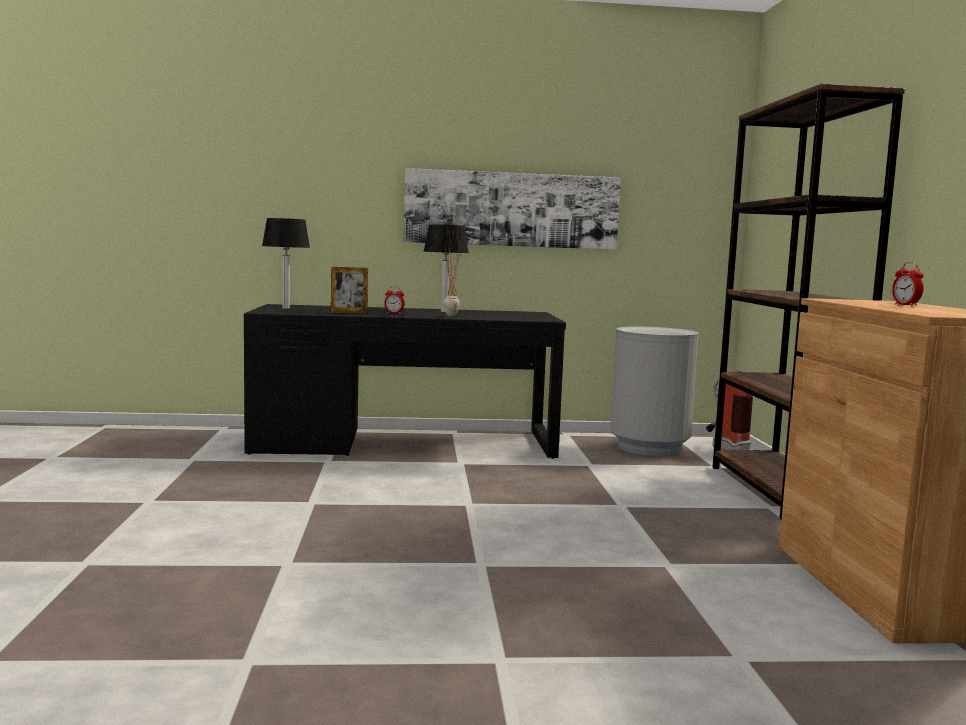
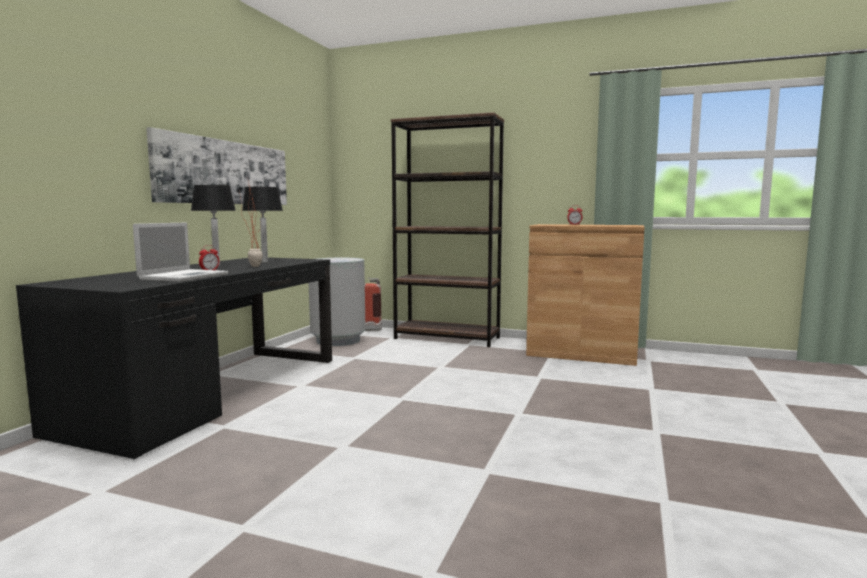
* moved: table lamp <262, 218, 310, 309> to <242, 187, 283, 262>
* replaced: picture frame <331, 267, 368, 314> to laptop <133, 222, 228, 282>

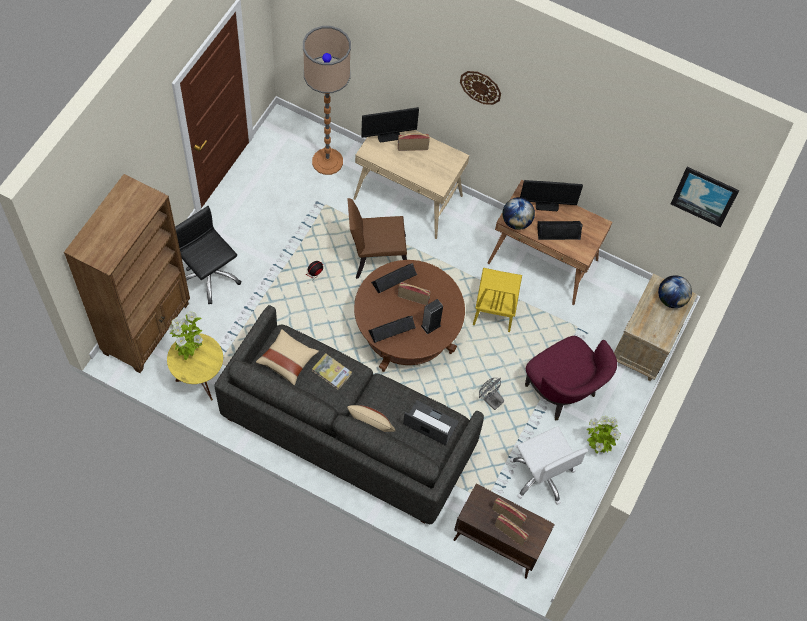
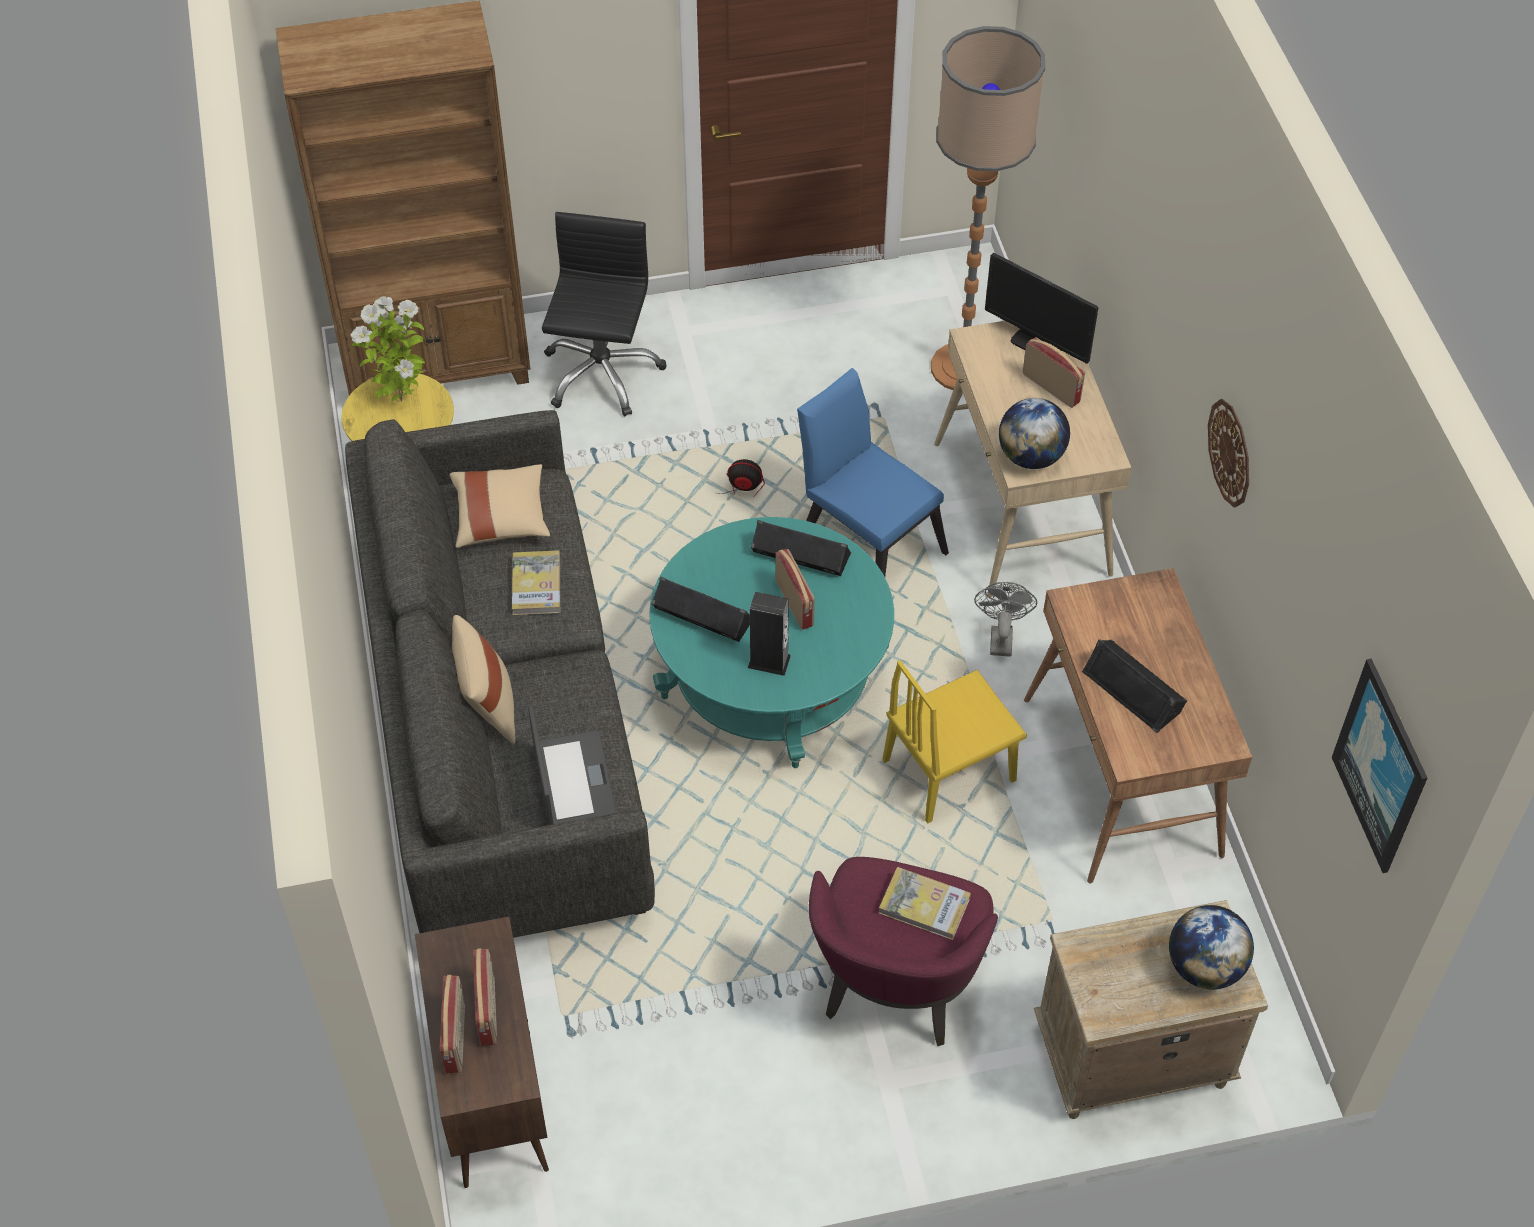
* moved: wall clock <460, 71, 501, 105> to <1208, 399, 1249, 508>
* removed: monitor <520, 180, 583, 211>
* moved: globe <502, 197, 535, 230> to <999, 398, 1070, 469>
* recoloured: brown chair <347, 198, 407, 279> to blue chair <797, 368, 949, 577>
* recoloured: brown coffee table <354, 260, 465, 372> to turquoise coffee table <649, 517, 894, 768>
* moved: grey fan <479, 378, 504, 410> to <974, 582, 1037, 657>
* removed: potted plant <586, 416, 621, 454>
* removed: white office chair <510, 426, 588, 505>
* added: book <879, 867, 971, 940>

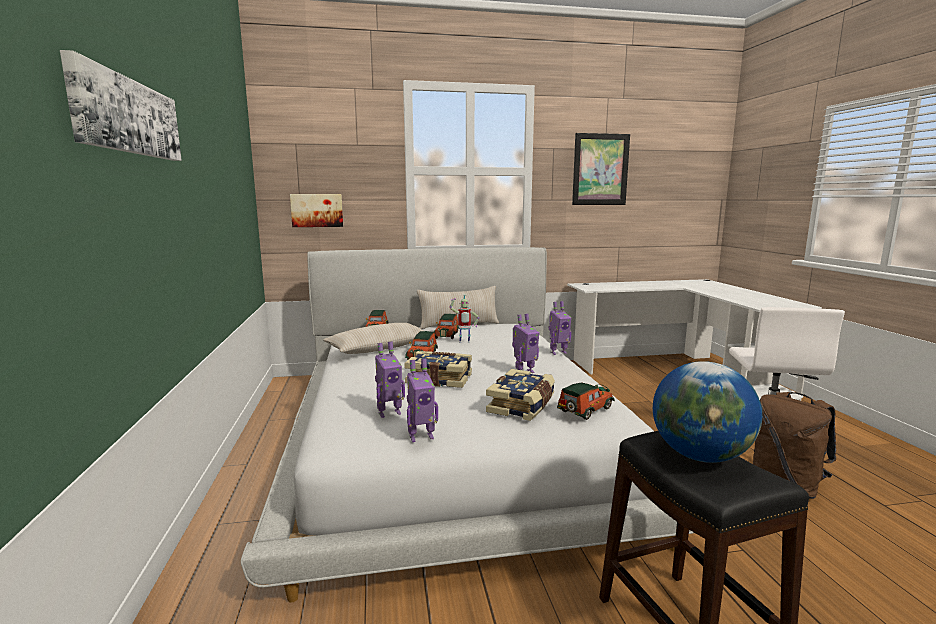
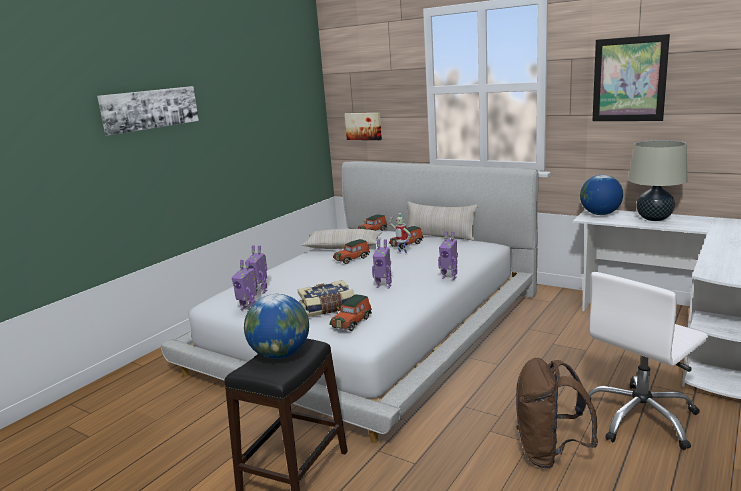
* removed: book <404, 351, 472, 388>
* turned: toy car <557, 382, 615, 420> = <329, 294, 372, 331> 120 degrees clockwise
* added: beige table lamp <628, 140, 688, 221>
* added: globe <580, 175, 623, 215>

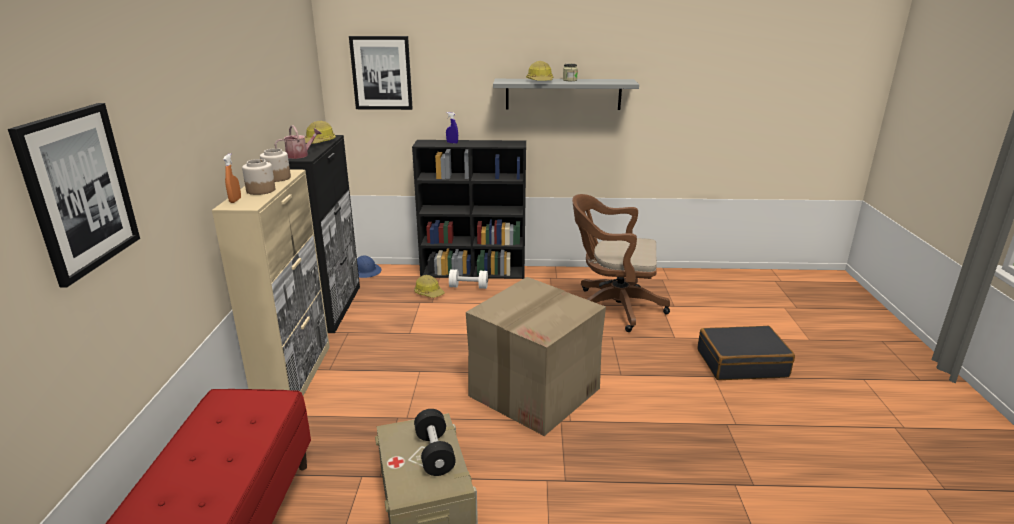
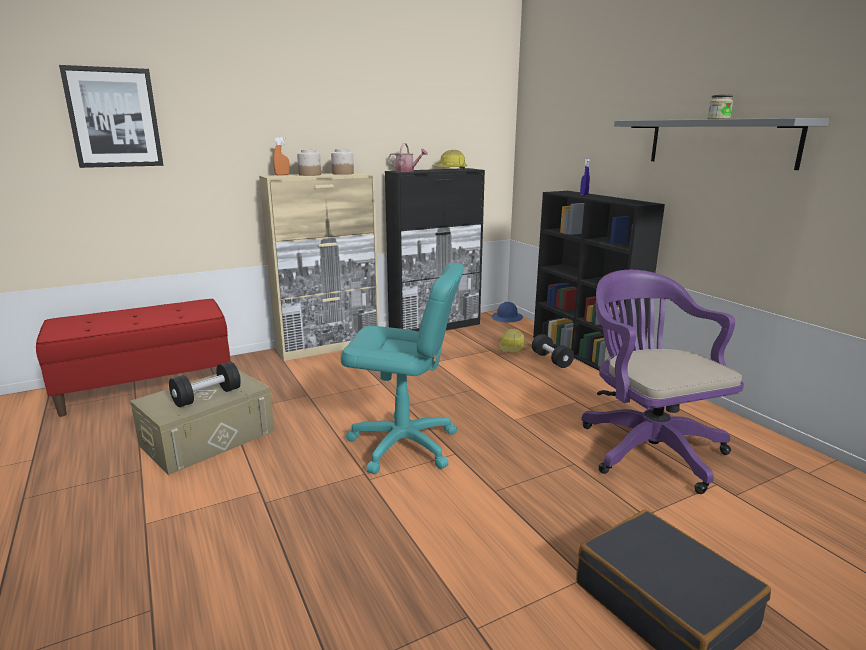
* removed: picture <349, 36, 413, 110>
* removed: hard hat <526, 61, 553, 81>
* recoloured: brown office chair <572, 194, 670, 332> to purple office chair <581, 270, 744, 494>
* recoloured: white dumbbell <449, 269, 488, 289> to black dumbbell <532, 334, 574, 368>
* replaced: cardboard box <466, 277, 606, 436> to turquoise office chair <341, 263, 464, 474>

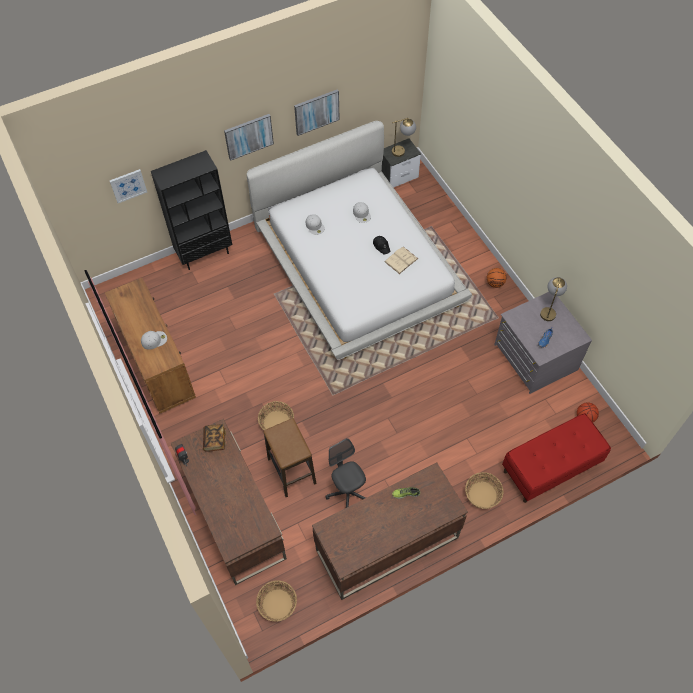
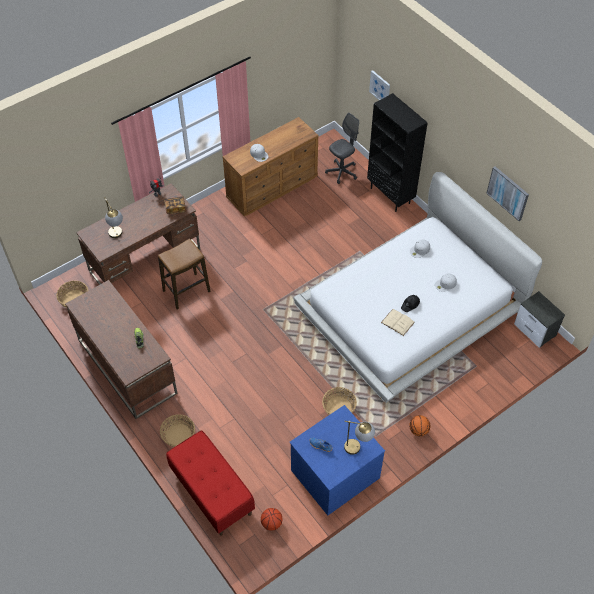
* removed: picture <224, 114, 274, 161>
* moved: table lamp <392, 118, 416, 157> to <104, 197, 123, 238>
* recoloured: grey dresser <494, 292, 592, 394> to blue dresser <289, 405, 385, 515>
* moved: basket <258, 401, 294, 430> to <322, 387, 357, 415>
* moved: grey office chair <325, 438, 367, 508> to <325, 113, 359, 184>

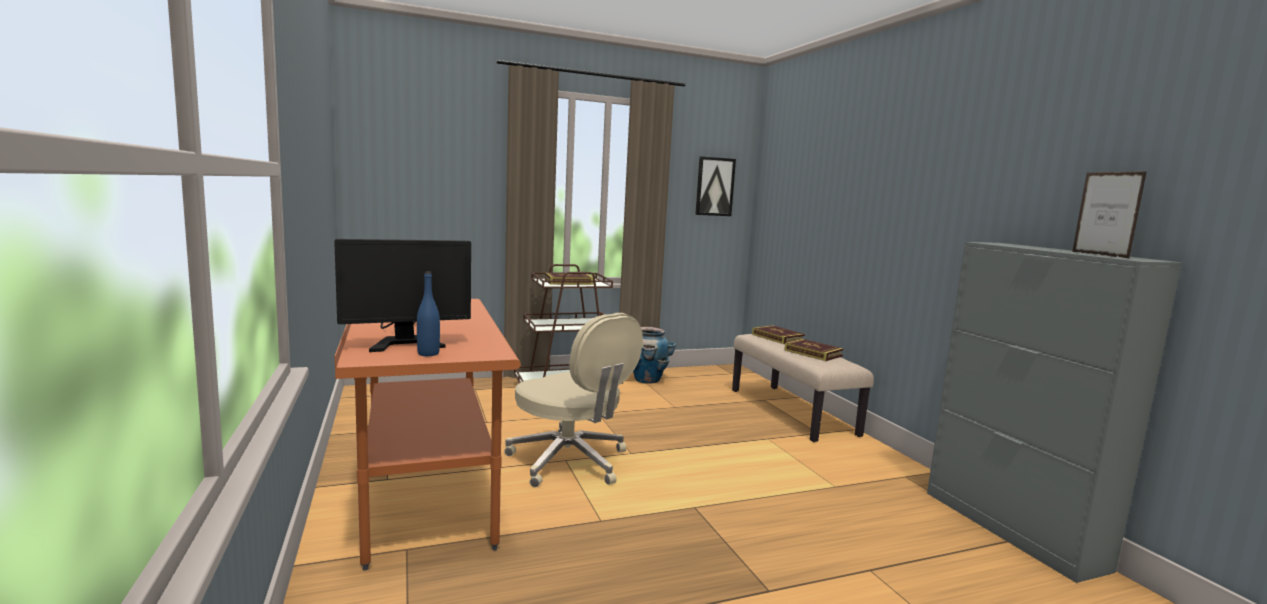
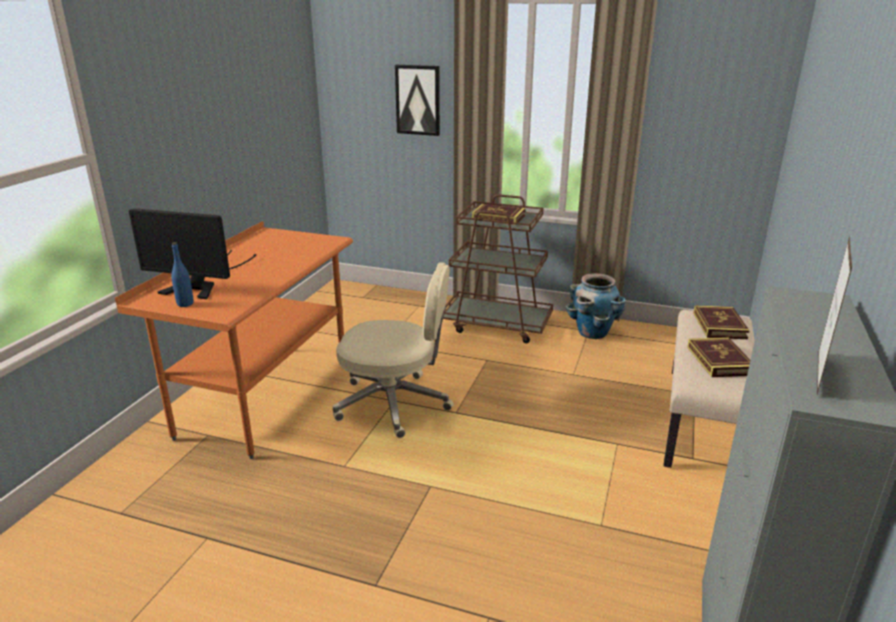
* moved: picture <695, 156, 736, 216> to <395, 65, 440, 136>
* turned: beige office chair <504, 313, 643, 488> = <333, 262, 454, 438> 75 degrees counterclockwise

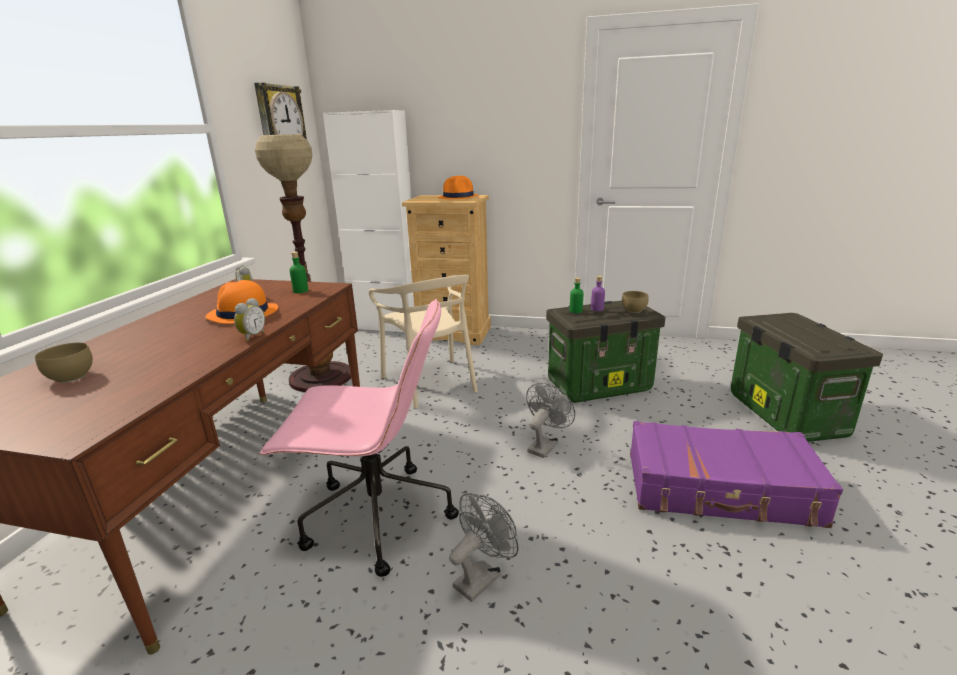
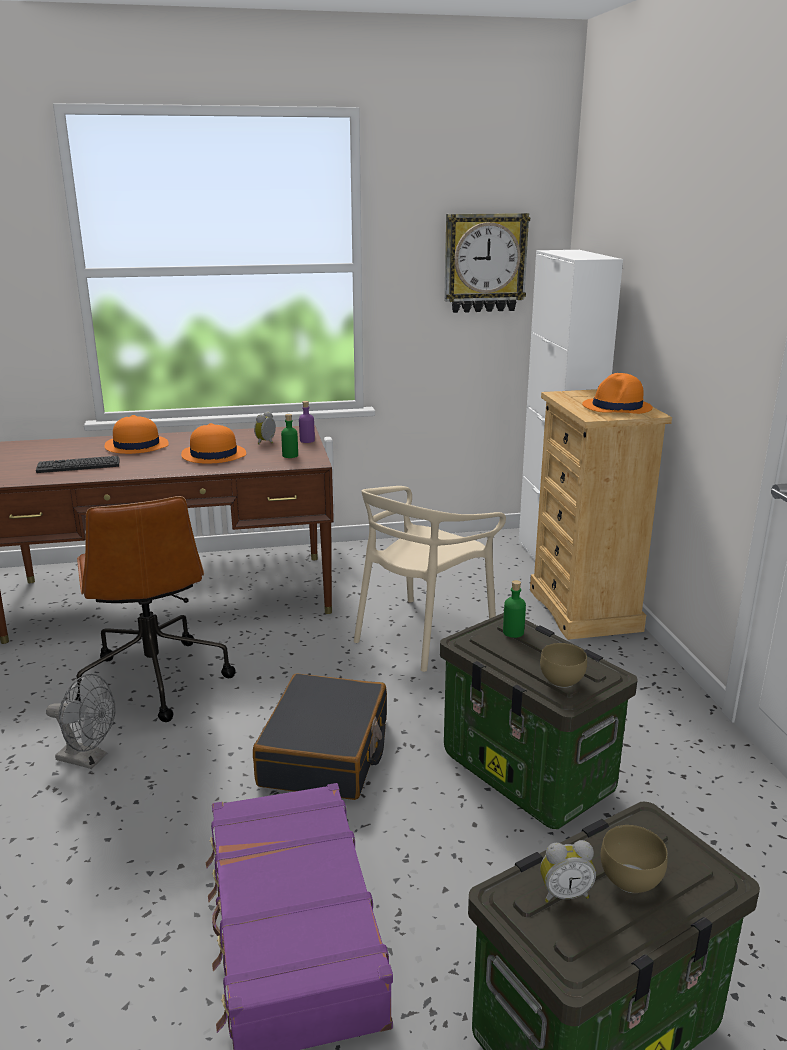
* removed: floor lamp <255, 134, 351, 392>
* moved: purple bottle <591, 276, 605, 311> to <299, 401, 315, 443>
* moved: alarm clock <234, 298, 265, 341> to <540, 840, 596, 903>
* recoloured: pink office chair <259, 299, 459, 577> to brown office chair <76, 496, 236, 722>
* moved: brown bowl <35, 343, 93, 383> to <601, 825, 668, 893>
* replaced: grey fan <526, 383, 575, 458> to black suitcase <253, 673, 387, 800>
* added: orange hat <104, 415, 169, 454>
* added: keyboard <36, 456, 120, 473>

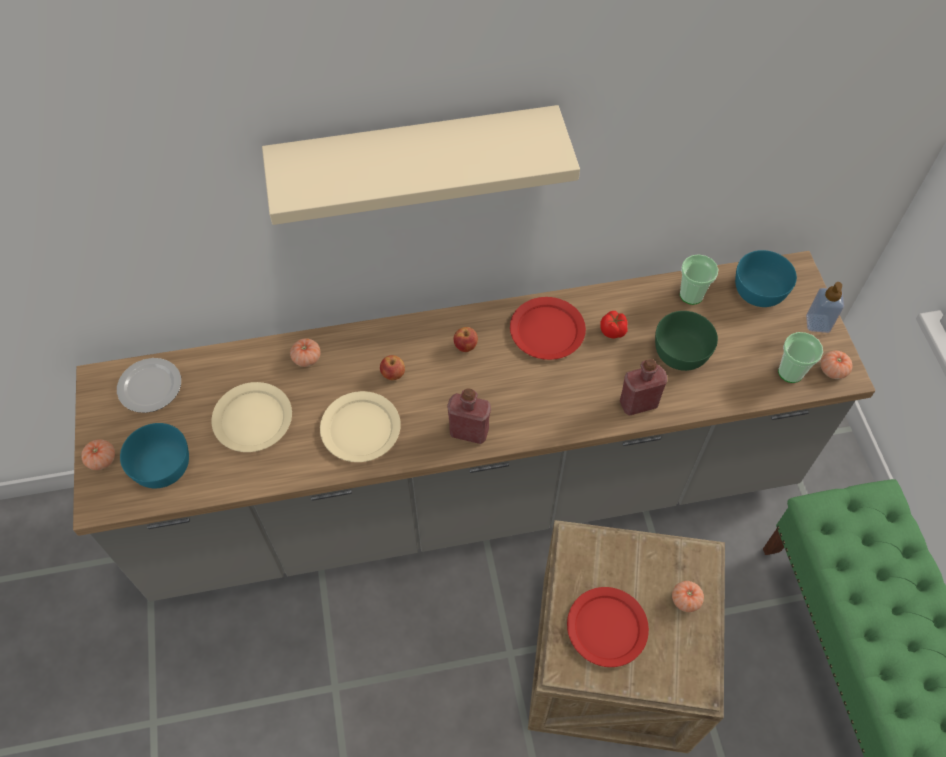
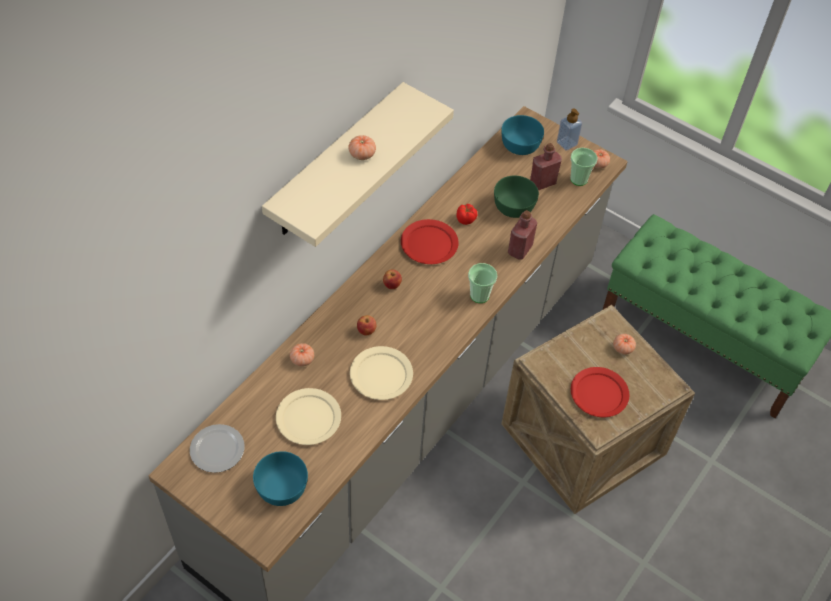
* moved: cup <680, 254, 719, 305> to <468, 263, 497, 303>
* moved: red bottle <447, 388, 491, 444> to <530, 143, 562, 191>
* moved: tomato <81, 439, 115, 470> to <348, 135, 376, 160>

